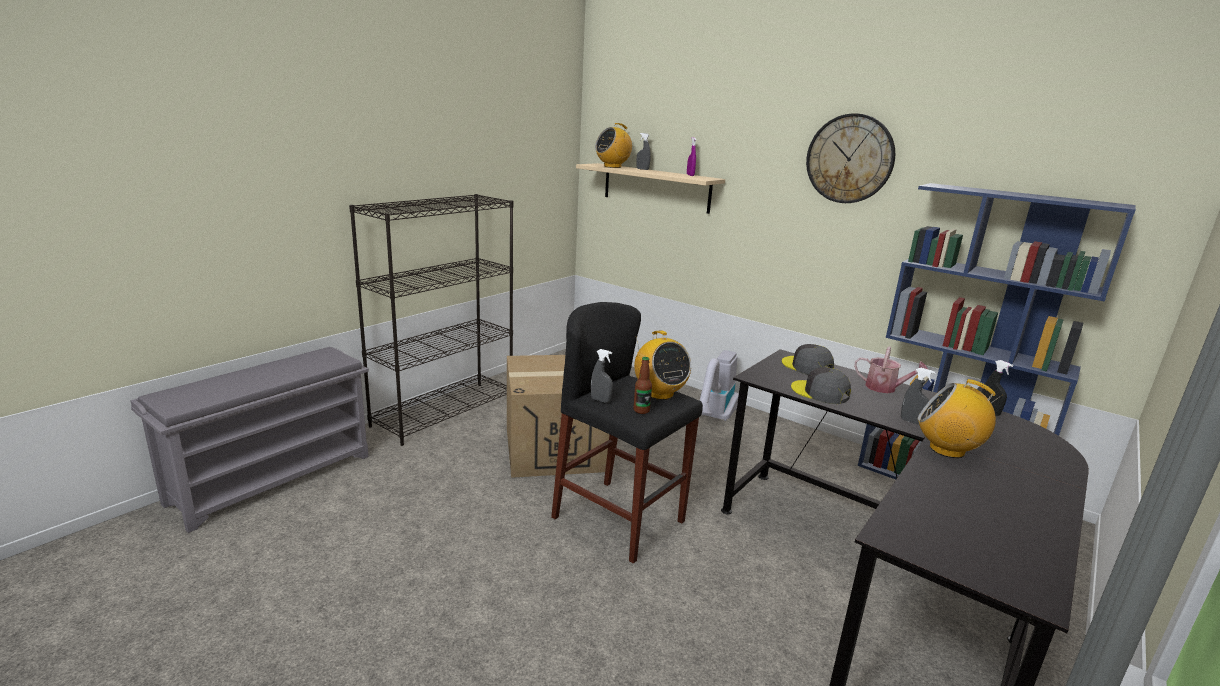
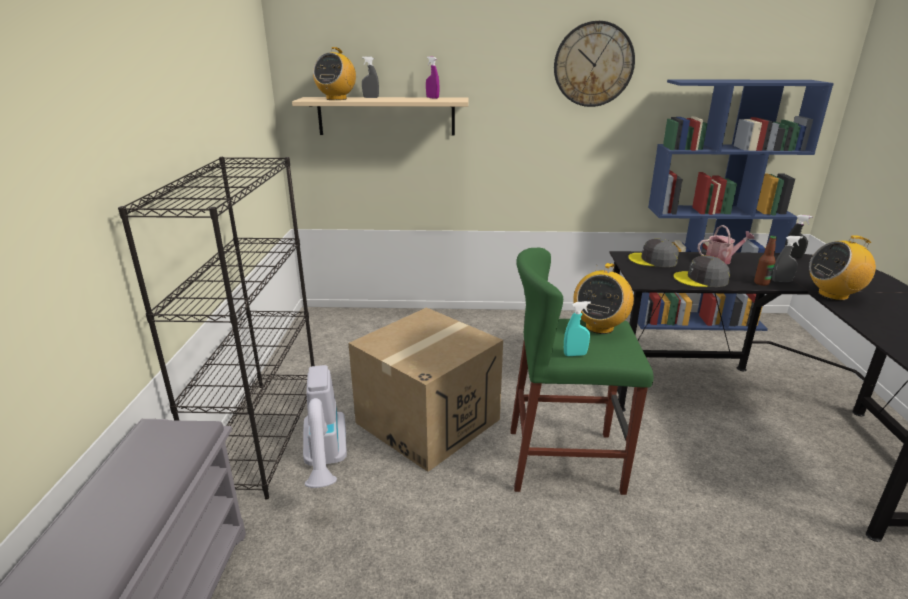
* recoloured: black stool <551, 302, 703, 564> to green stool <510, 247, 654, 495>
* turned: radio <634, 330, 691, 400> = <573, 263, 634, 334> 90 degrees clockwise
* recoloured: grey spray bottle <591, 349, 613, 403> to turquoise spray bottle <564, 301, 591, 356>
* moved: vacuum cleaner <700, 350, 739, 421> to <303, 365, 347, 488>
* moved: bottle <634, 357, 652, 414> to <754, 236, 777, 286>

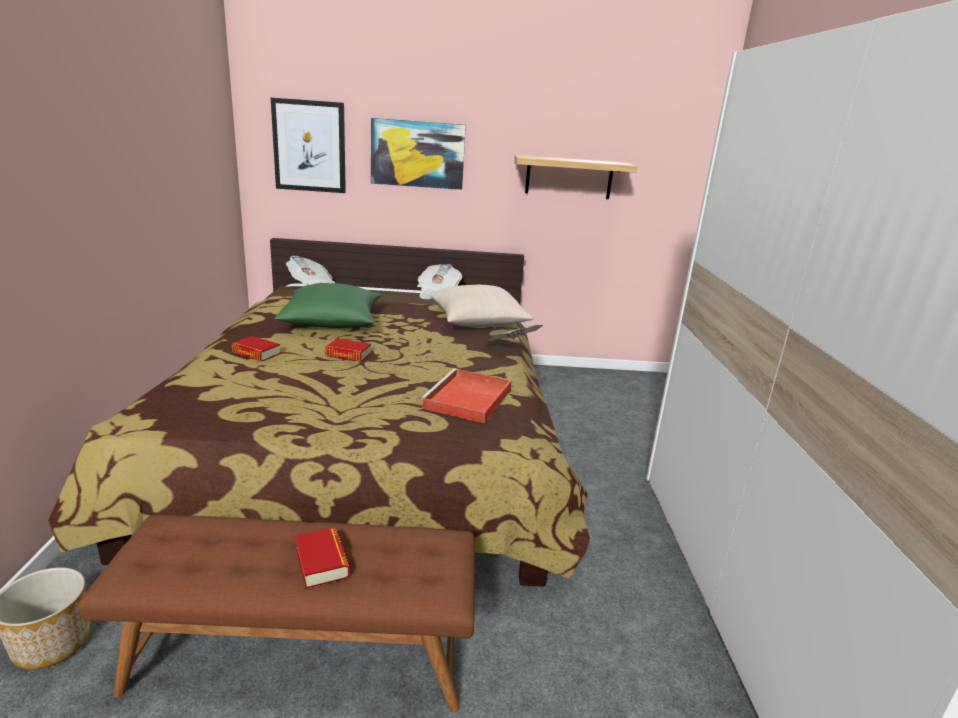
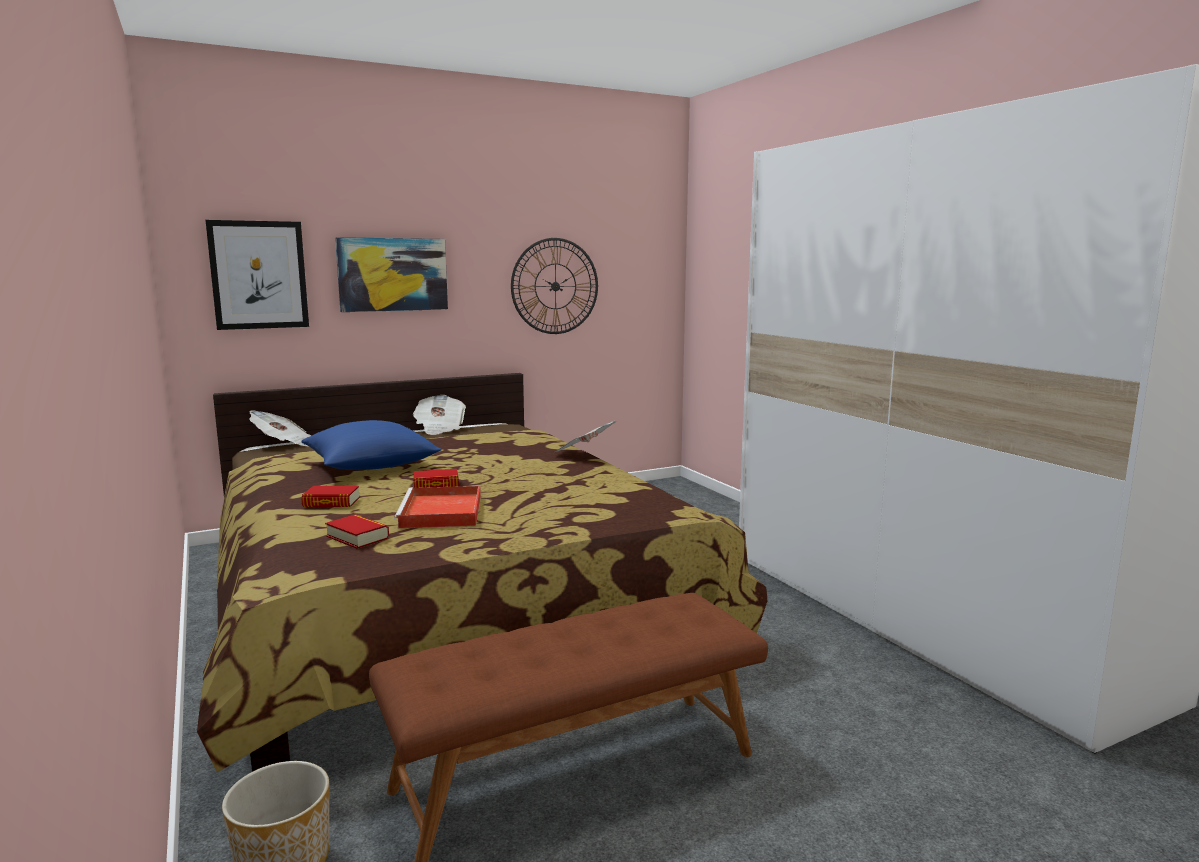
* replaced: shelf <514, 155, 637, 199> to wall clock <511, 238, 598, 334>
* recoloured: green pillow <274, 283, 381, 328> to blue pillow <301, 420, 441, 470>
* removed: beige pillow <429, 285, 534, 326>
* moved: red tray <420, 368, 512, 423> to <394, 486, 481, 528>
* moved: book <295, 528, 350, 589> to <325, 514, 389, 549>

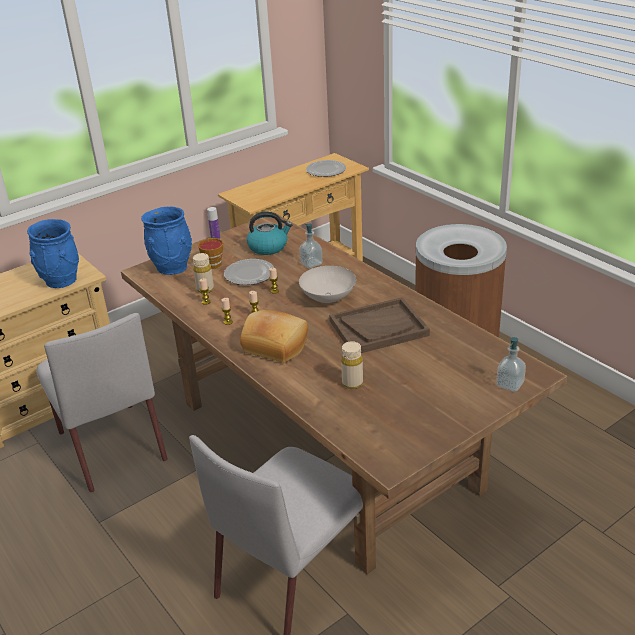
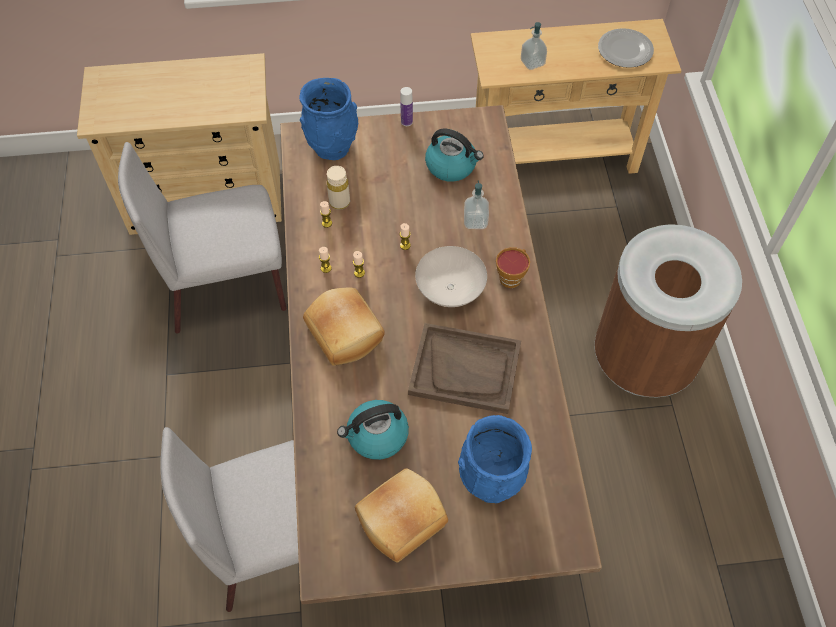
* moved: blue vase <27, 219, 79, 288> to <458, 415, 532, 503>
* moved: cup <198, 238, 223, 269> to <496, 247, 530, 288>
* removed: plate <224, 259, 274, 285>
* turned: grey chair <36, 313, 168, 492> = <118, 142, 287, 334> 75 degrees clockwise
* moved: soap dispenser <496, 337, 526, 392> to <521, 22, 547, 70>
* replaced: beige bottle <341, 341, 363, 389> to kettle <337, 400, 409, 460>
* added: bread <355, 468, 448, 563>

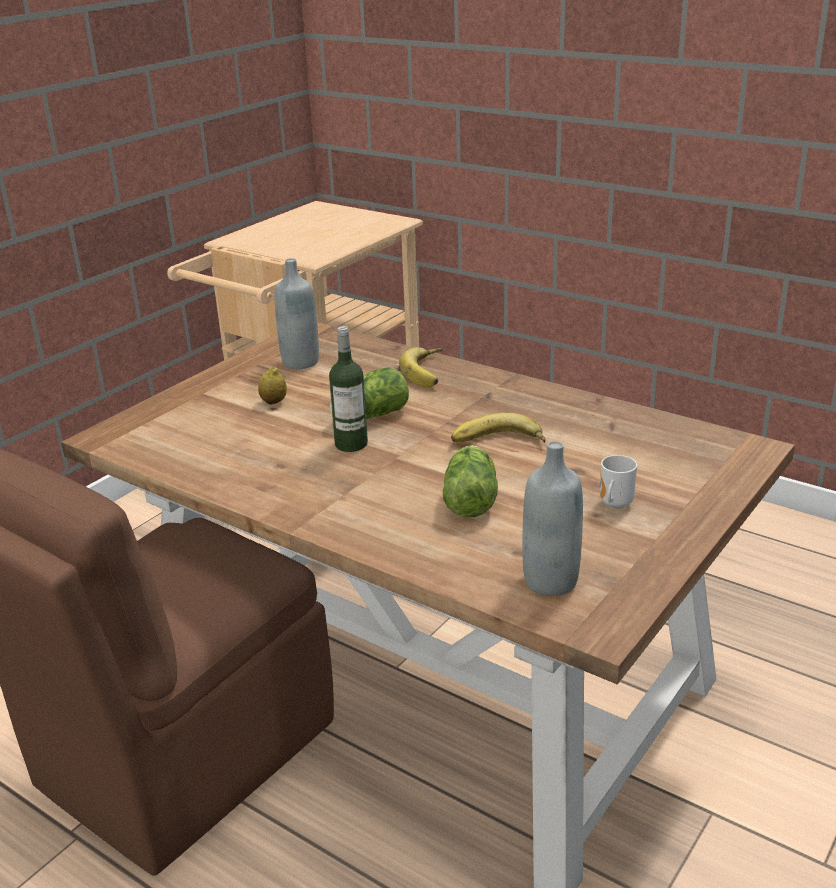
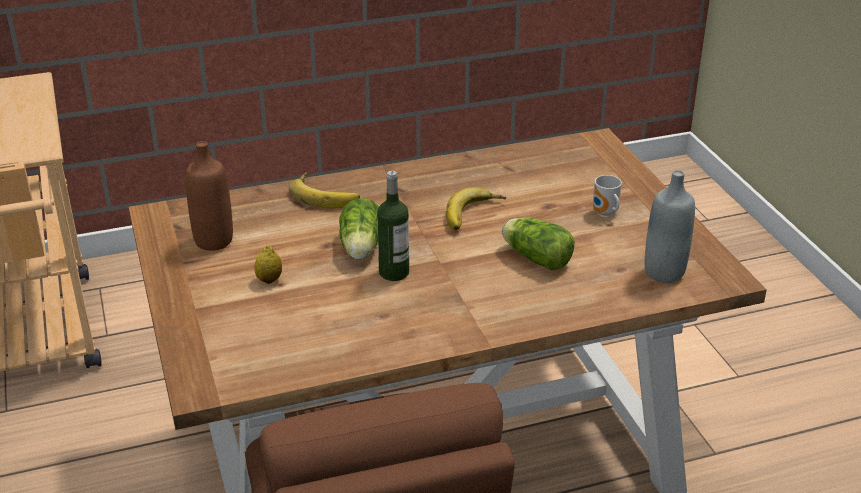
* recoloured: grey bottle <275, 258, 319, 369> to brown bottle <185, 141, 233, 251>

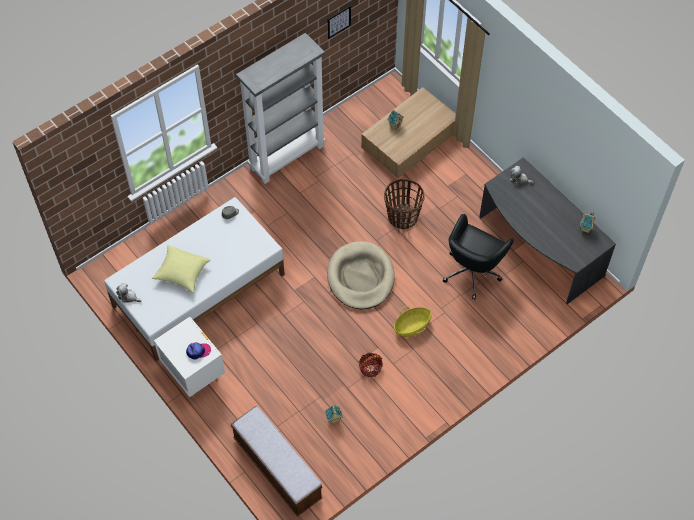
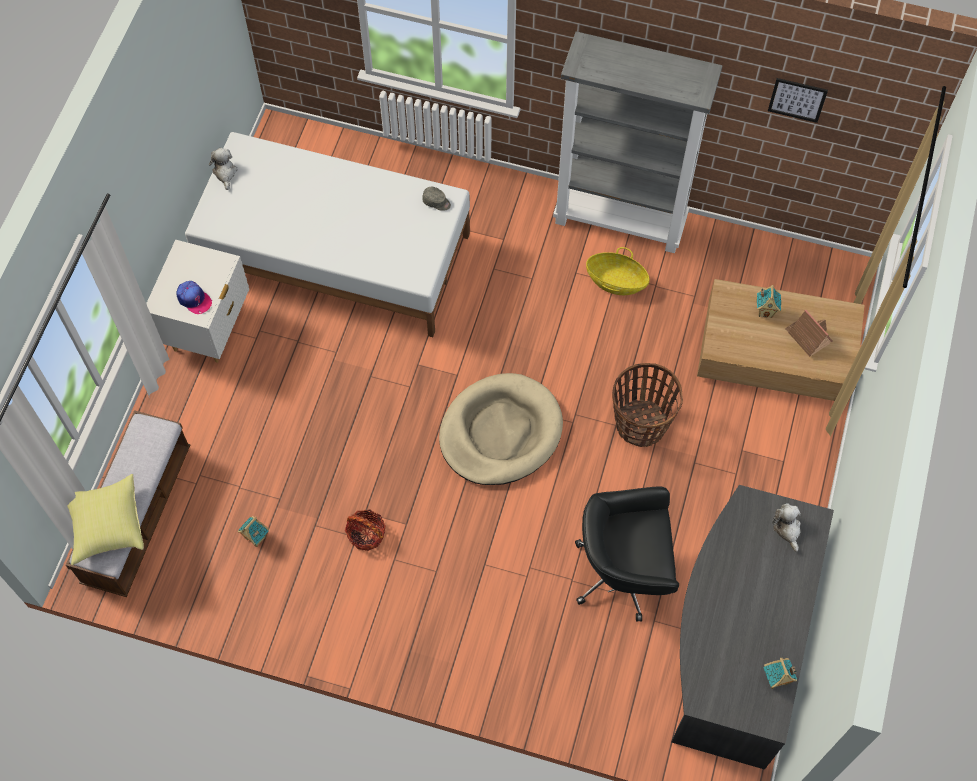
* moved: yellow pillow <152, 245, 211, 293> to <67, 474, 144, 566>
* moved: basket <394, 306, 431, 337> to <586, 247, 649, 295>
* added: toy house <785, 310, 833, 357>

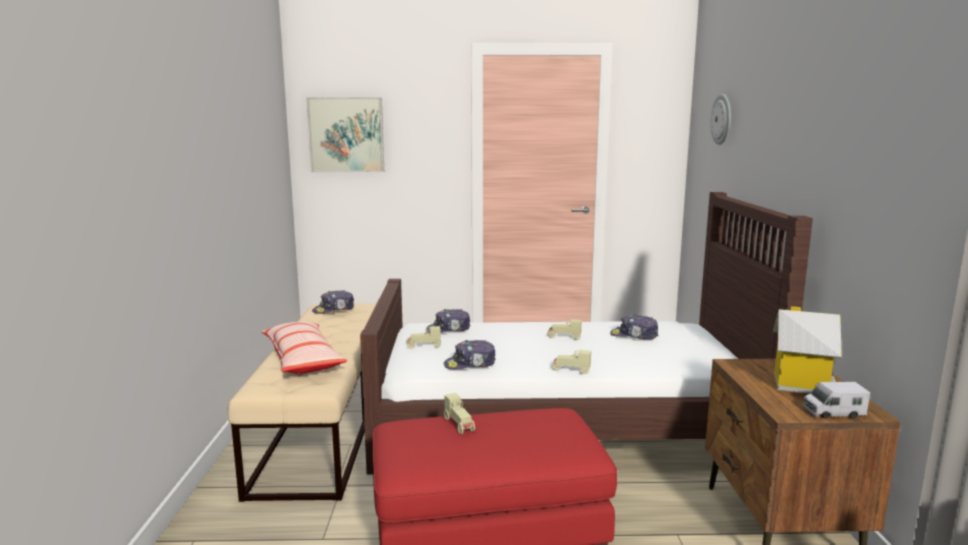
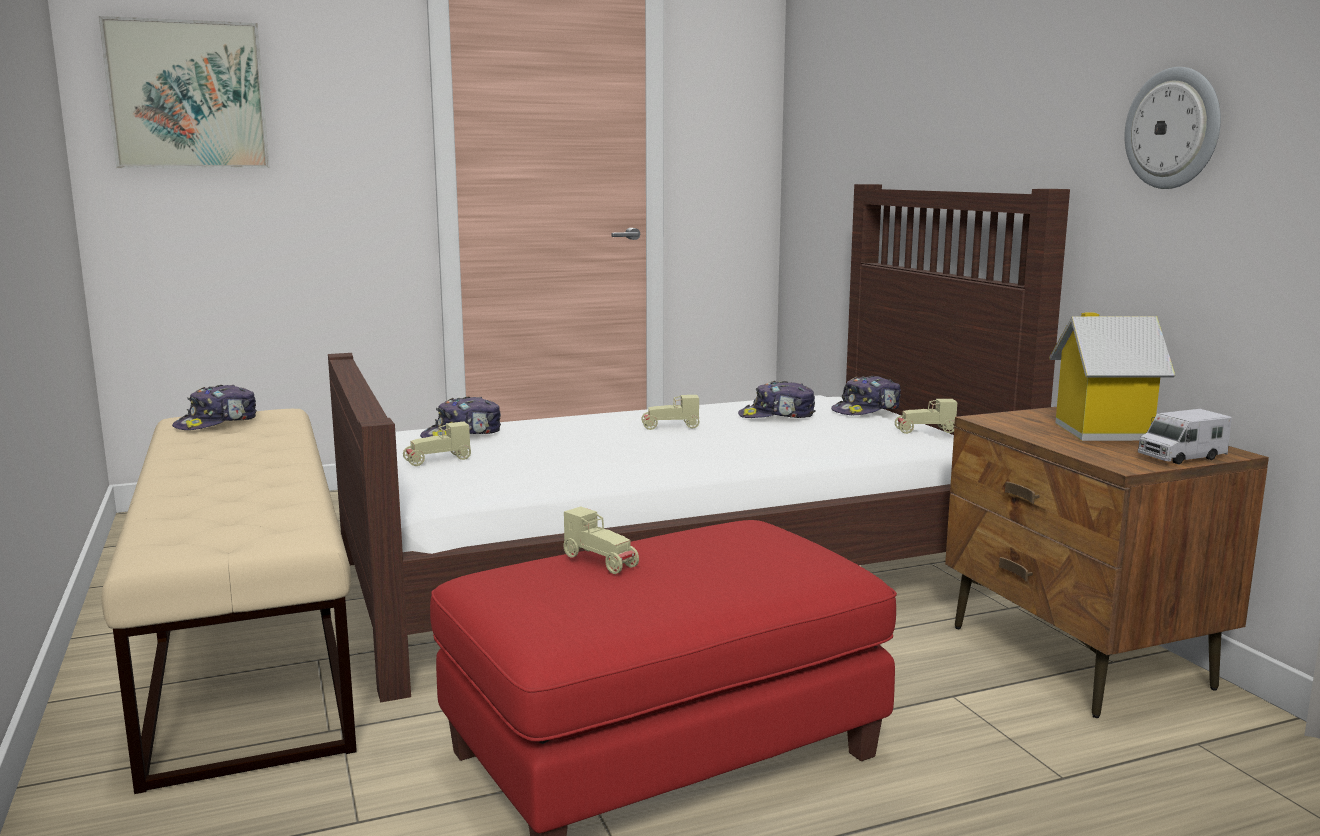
* moved: wall clock <710, 94, 731, 145> to <1125, 67, 1221, 189>
* removed: pillow <261, 321, 347, 374>
* moved: cap <444, 340, 496, 370> to <831, 376, 901, 415>
* moved: beige toy car <552, 350, 591, 374> to <895, 399, 957, 434>

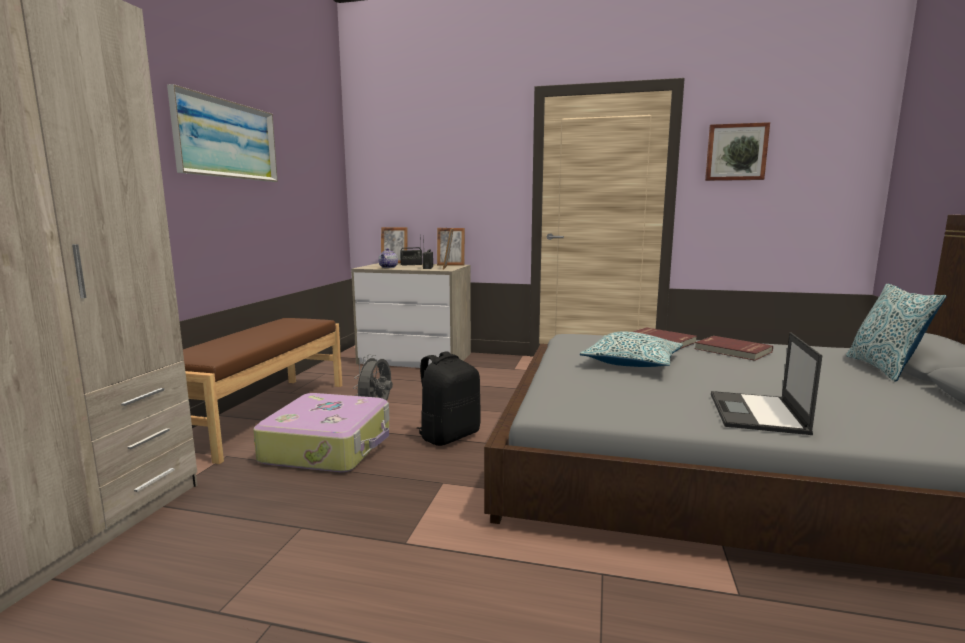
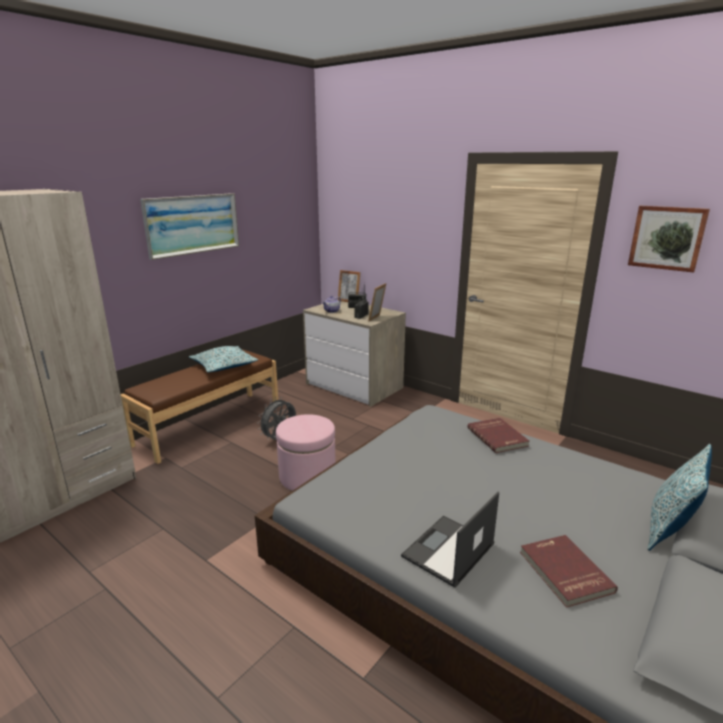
* removed: picture frame <437, 228, 465, 266>
* moved: pillow <580, 331, 683, 367> to <189, 346, 258, 373>
* moved: red book <694, 336, 773, 361> to <520, 535, 618, 608>
* replaced: black backpack <417, 351, 481, 446> to pink ottoman <276, 414, 336, 491>
* removed: suitcase <253, 393, 390, 472>

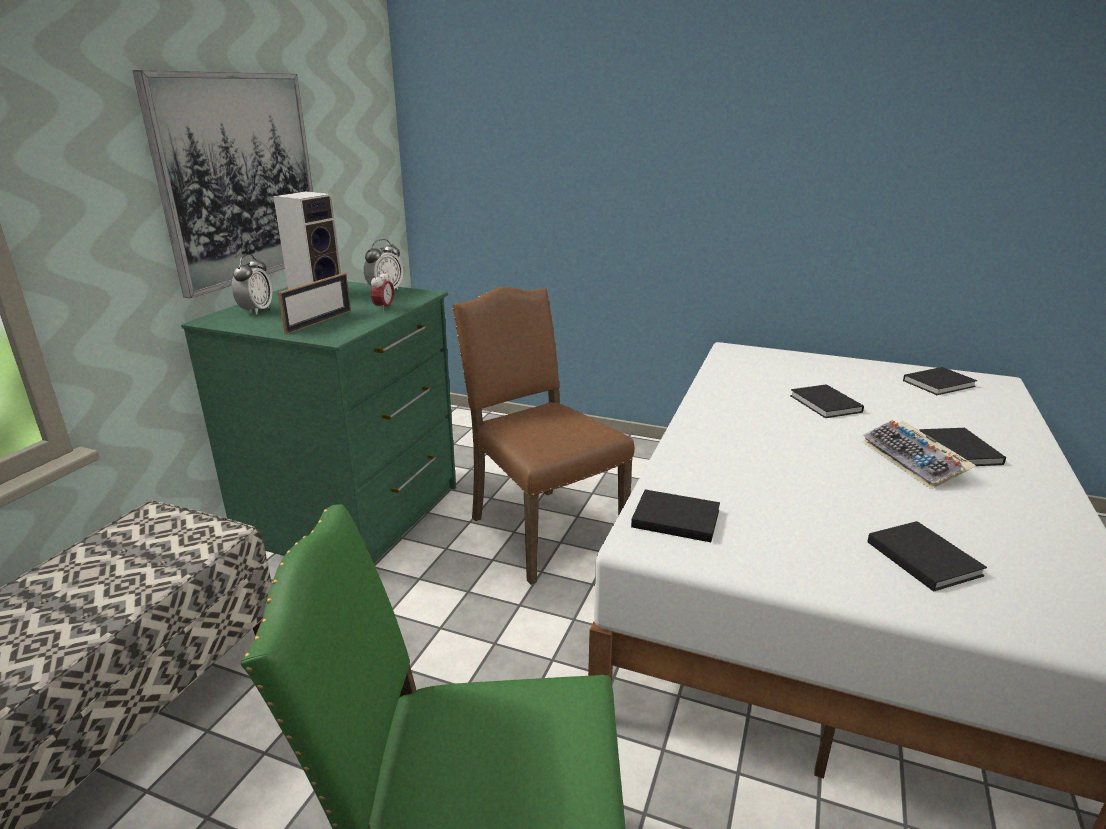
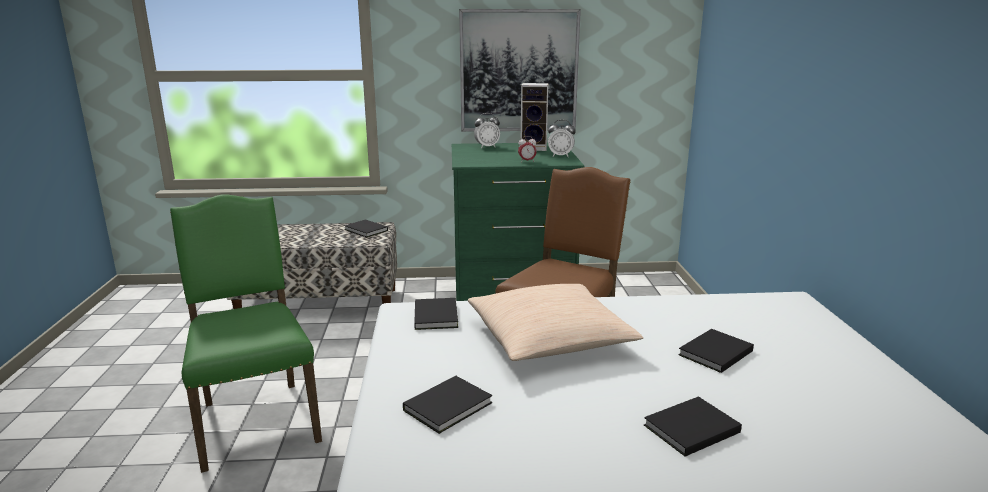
* removed: picture frame <278, 273, 351, 334>
* moved: black book <903, 367, 977, 395> to <344, 220, 388, 237>
* removed: keyboard <863, 420, 976, 489>
* added: beige pillow <468, 284, 643, 361>

